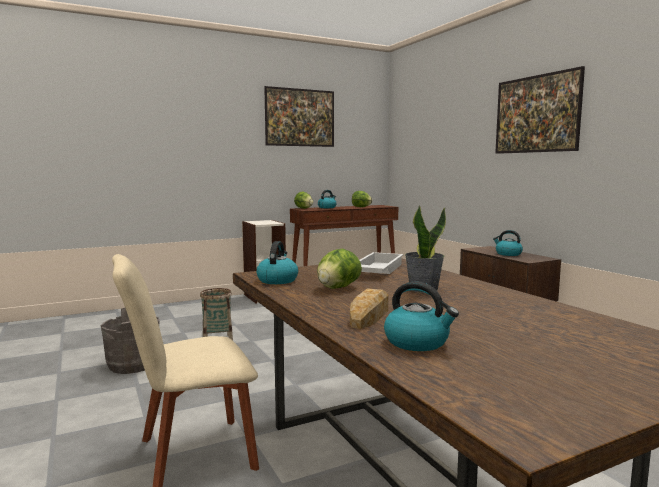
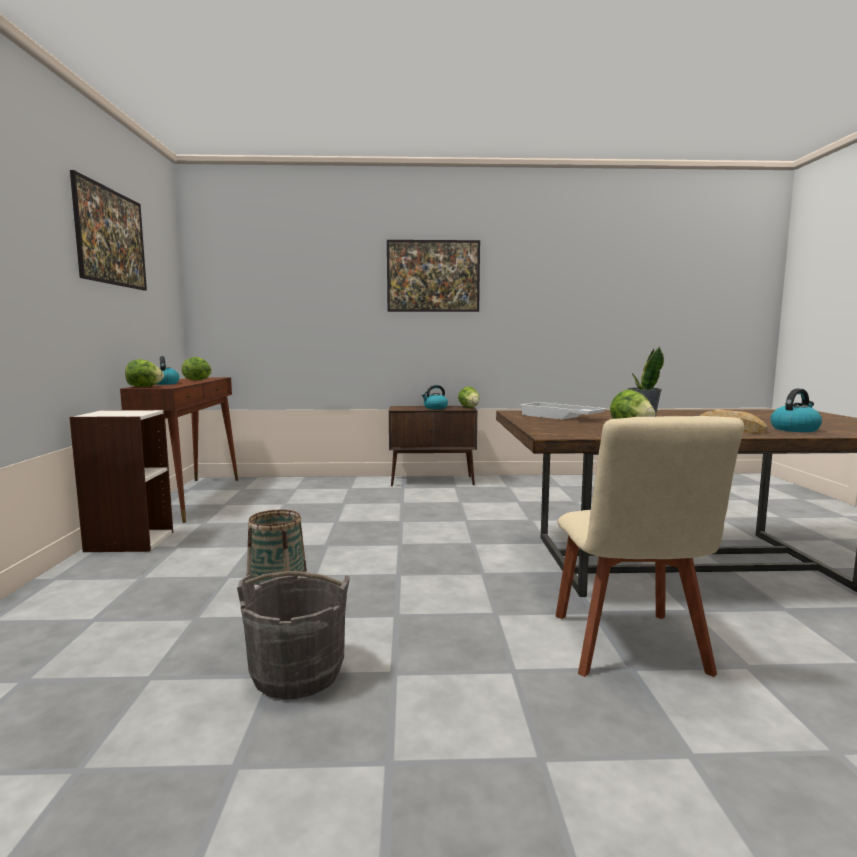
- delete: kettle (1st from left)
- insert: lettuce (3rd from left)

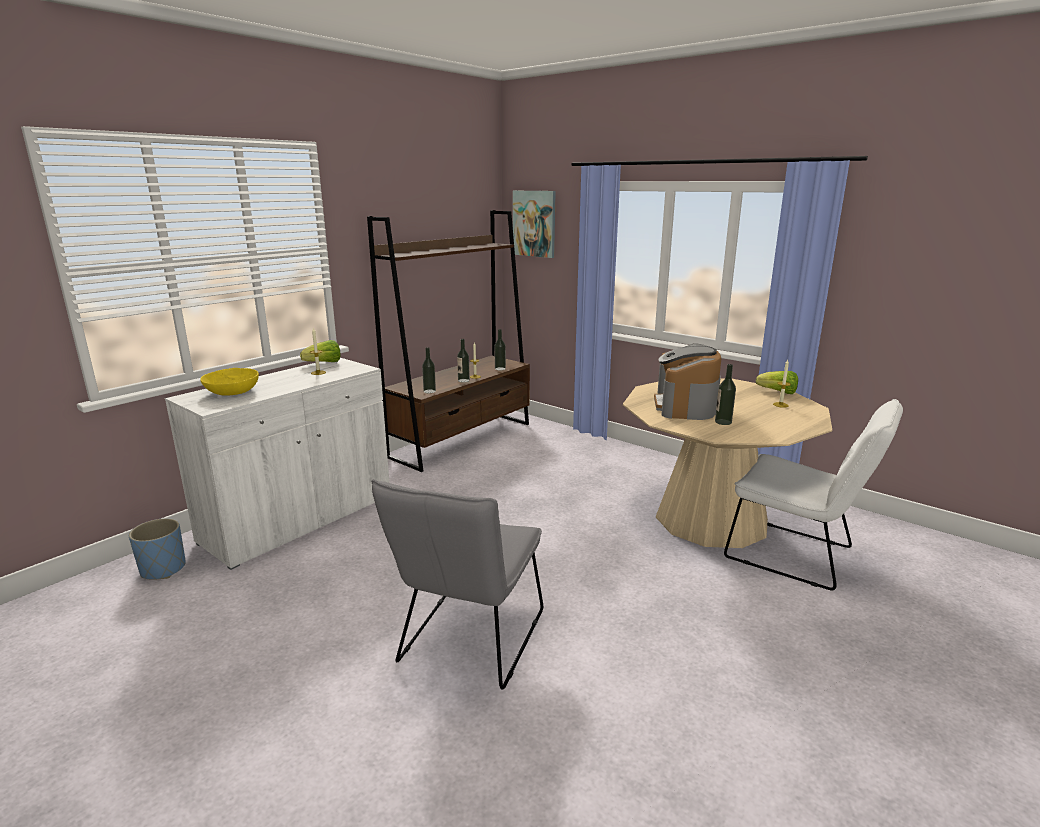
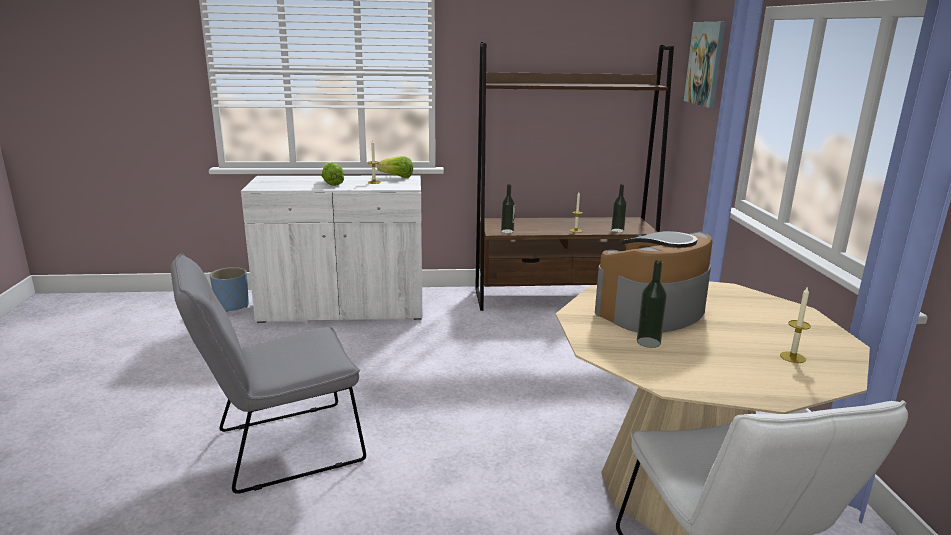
- delete: bowl (yellow)
- delete: bottle (2nd from left)
- move: lettuce (2nd from left in the first image) to lettuce (1st from left)

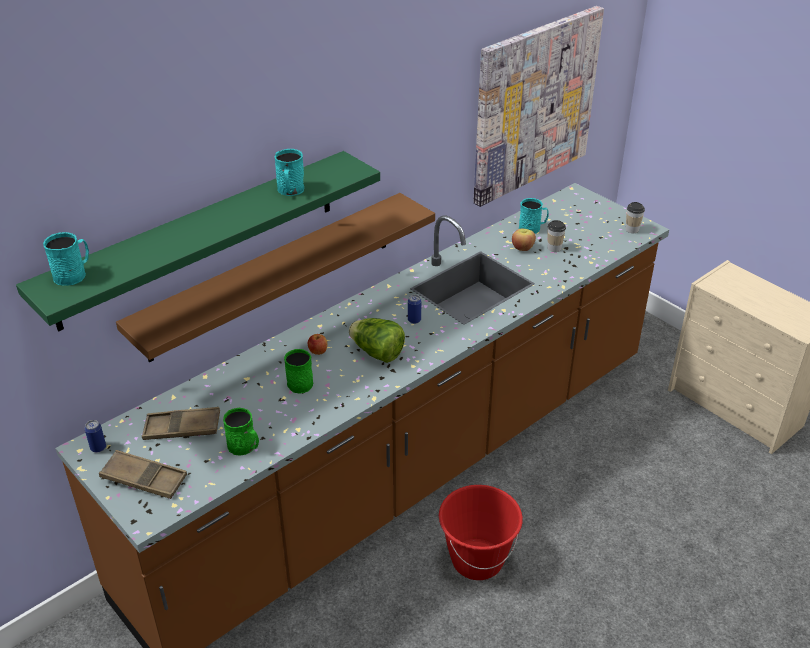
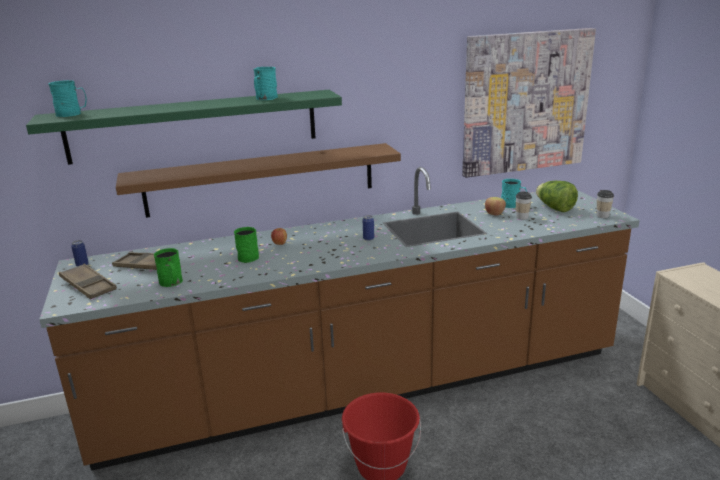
- move: lettuce

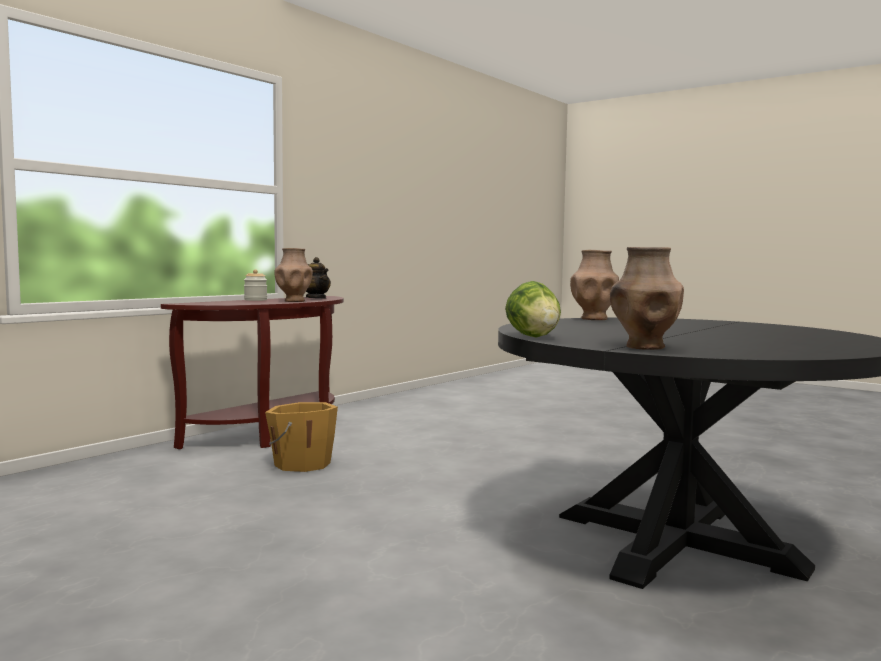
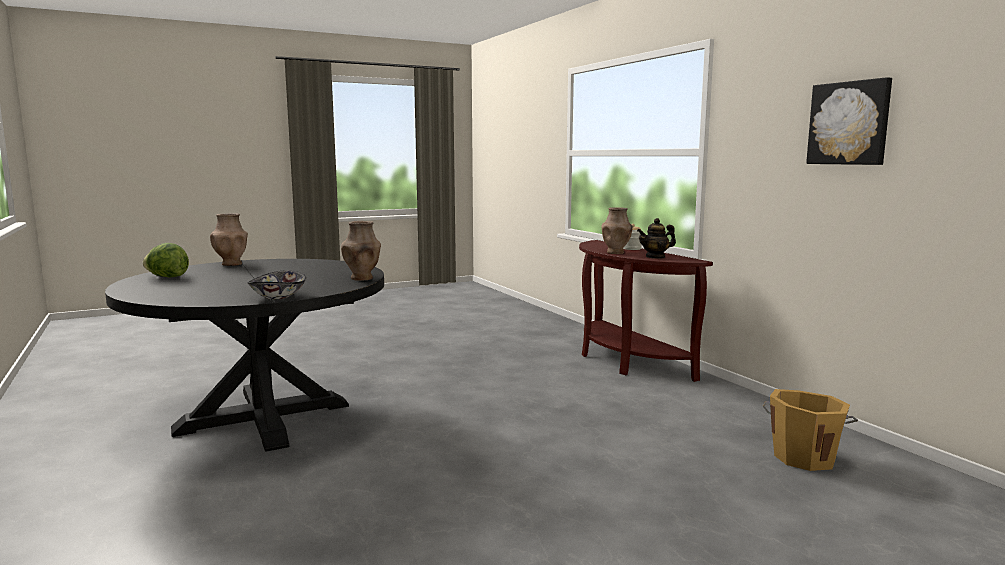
- insert: bowl
- insert: picture
- move: bucket (orange)
- move: lettuce

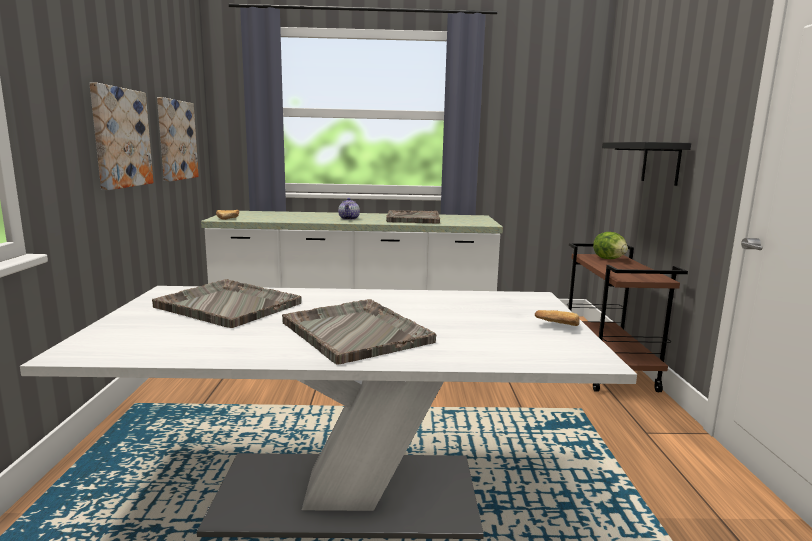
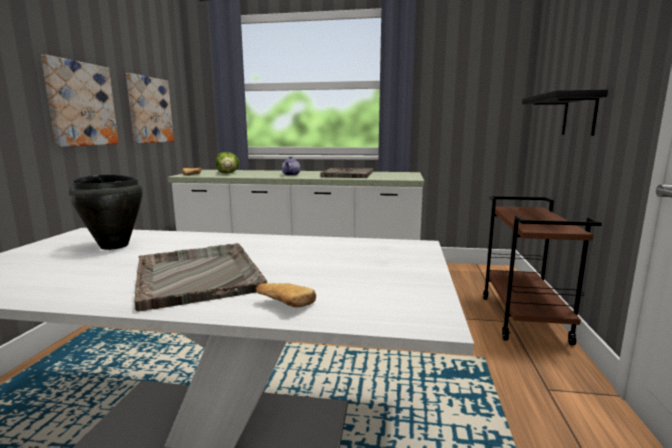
- move: bread (2nd from left)
- move: lettuce
- replace: tray (grey) (1st from left) to cooking pot (black)

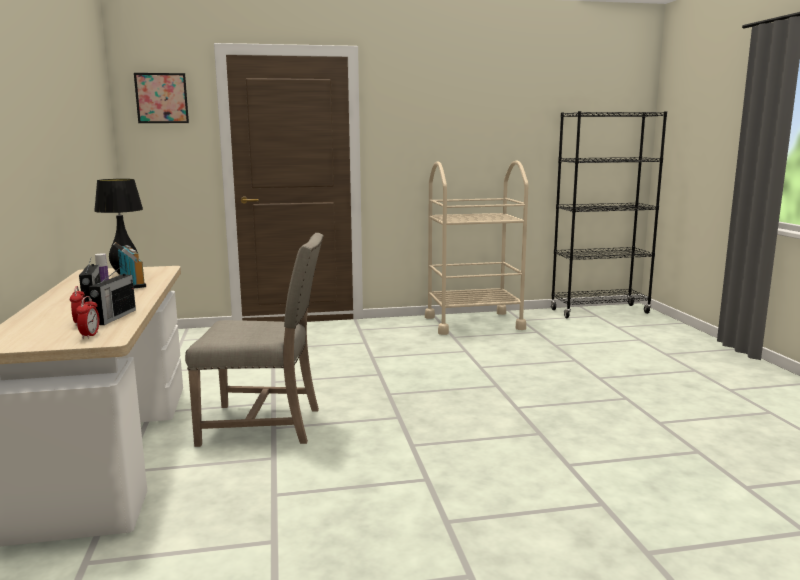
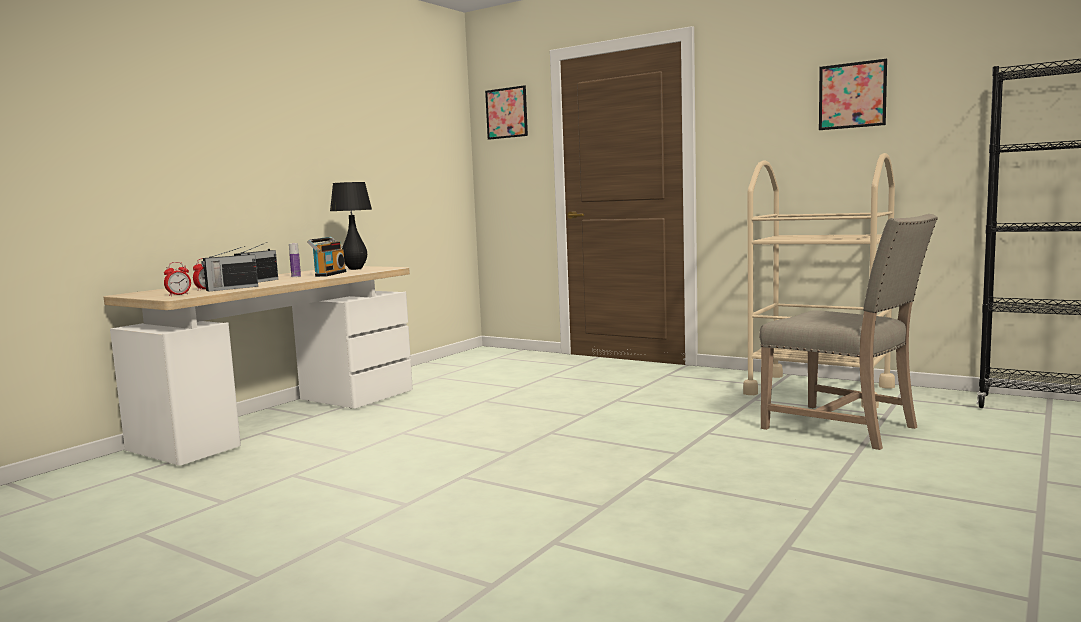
- insert: picture (2nd from left)
- move: chair (beige)

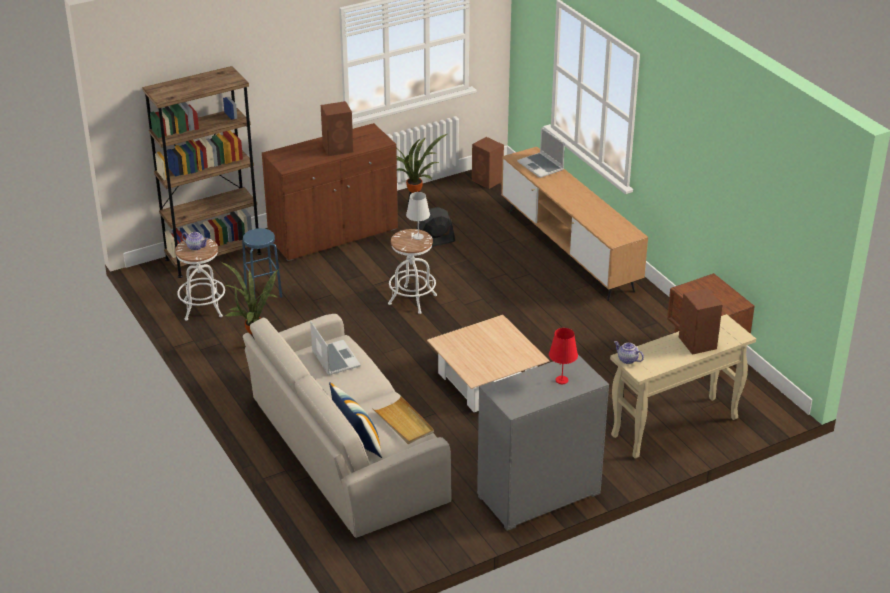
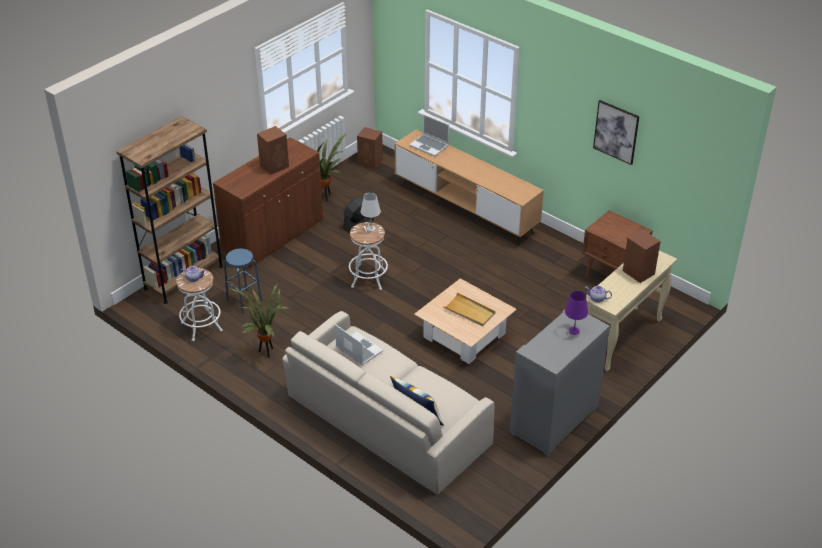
- insert: picture
- move: tray (beige)
- recolor: table lamp (red) to table lamp (purple)

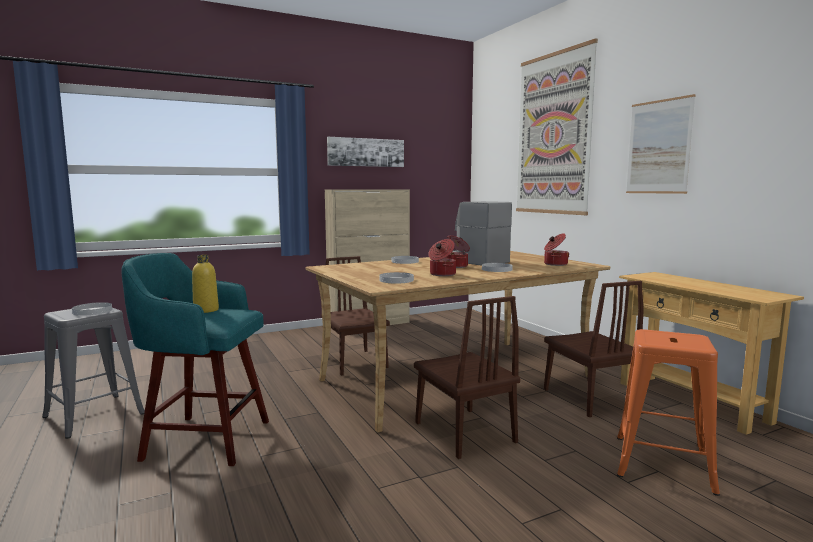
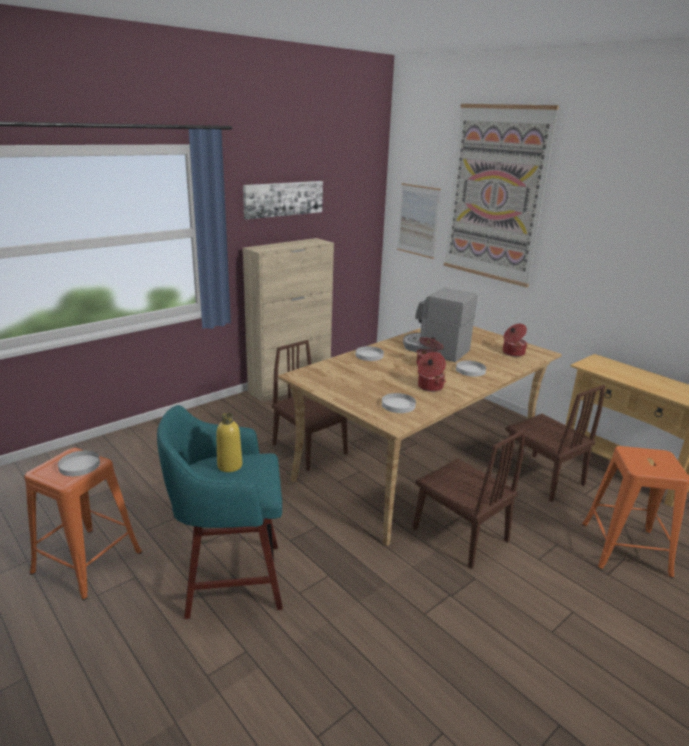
- move: picture (3rd from left in the first image) to picture (2nd from left)
- recolor: stool (grey) to stool (orange) (1st from left)

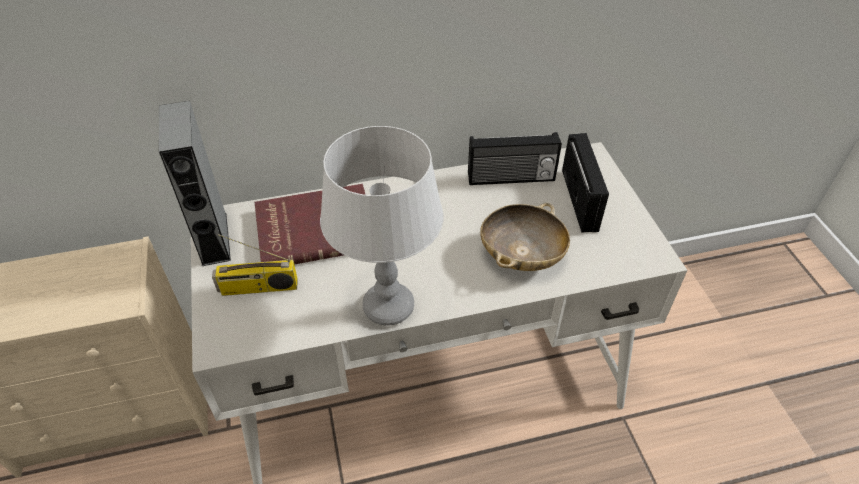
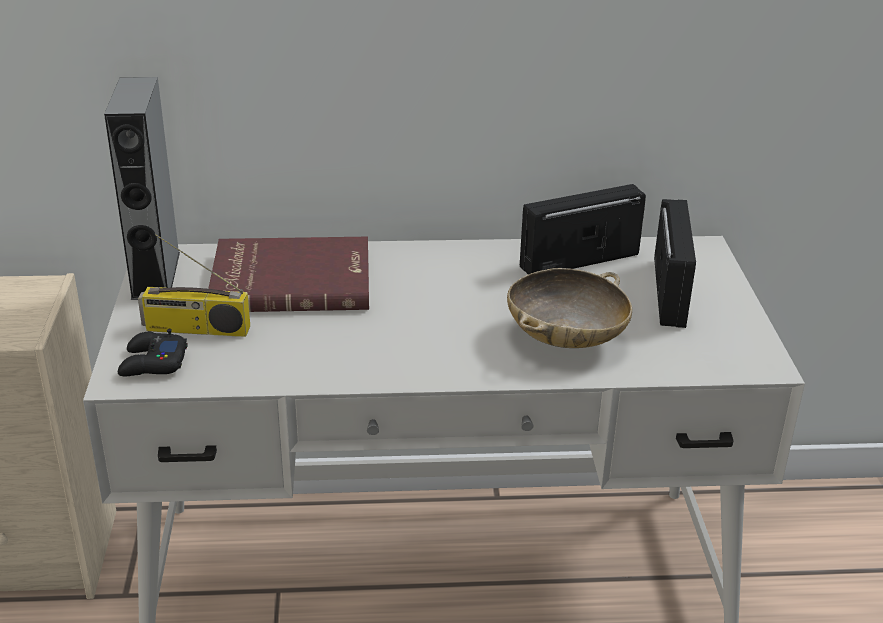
- delete: table lamp (grey)
- insert: game controller (black)
- rotate: radio (2nd from left) 150 degrees clockwise

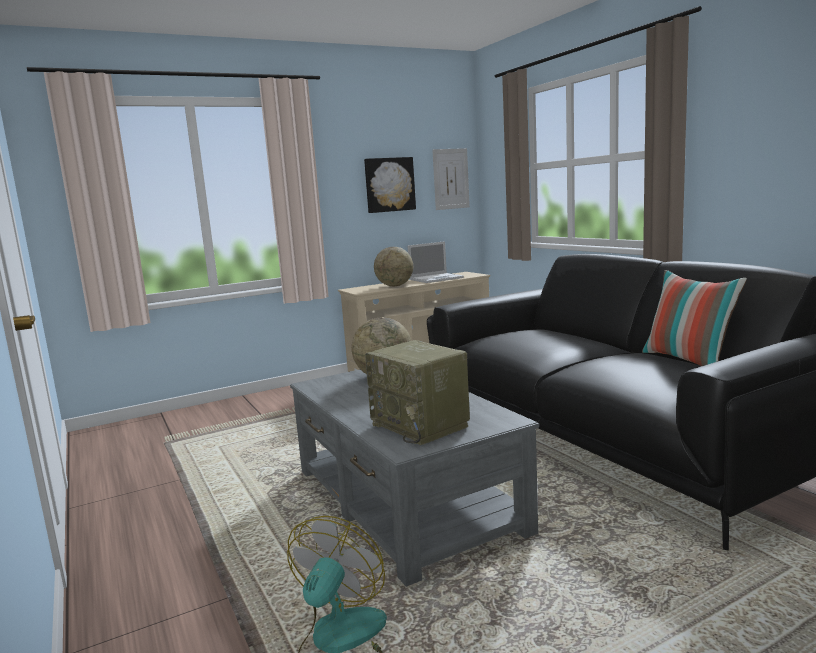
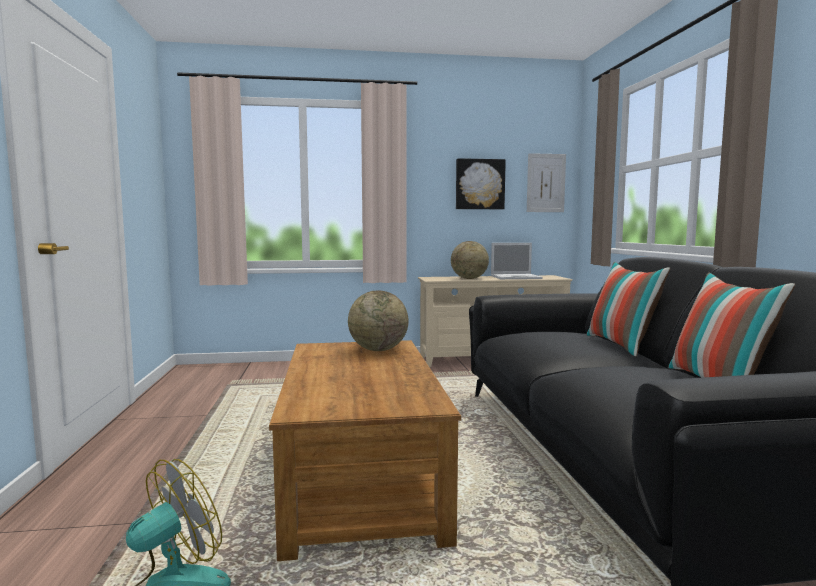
- delete: radio
- insert: pillow (1st from left)
- recolor: coffee table (grey) to coffee table (brown)

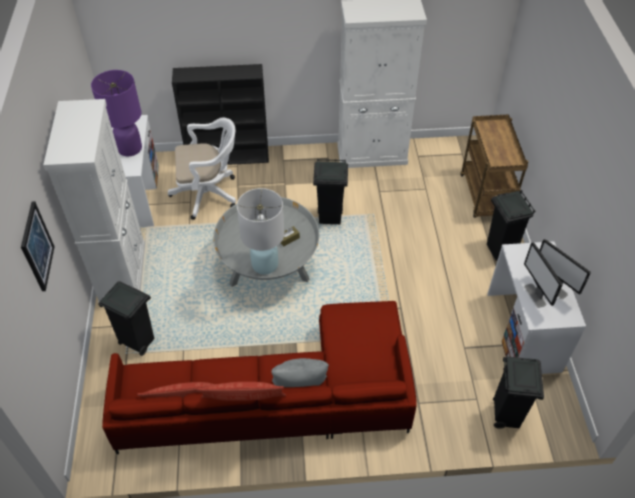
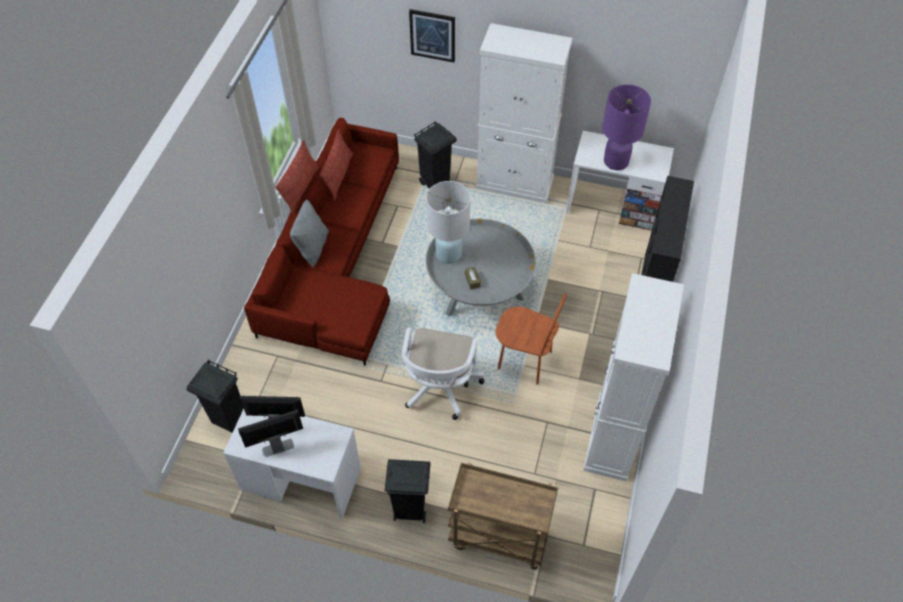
- move: office chair (white)
- replace: trash can (black) (2nd from left) to chair (brown)

